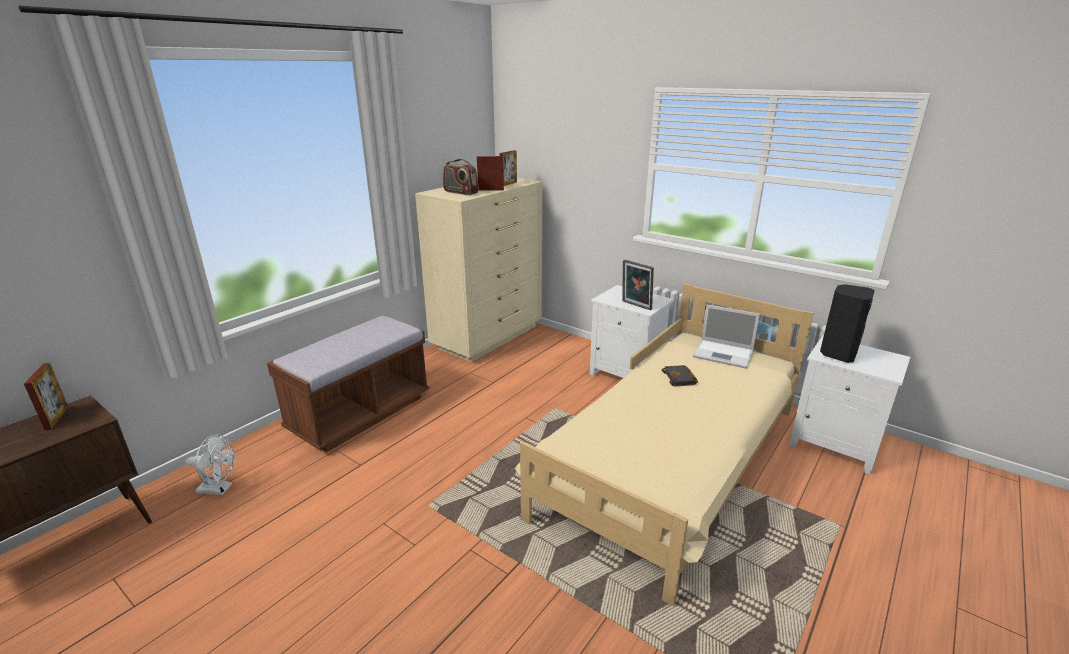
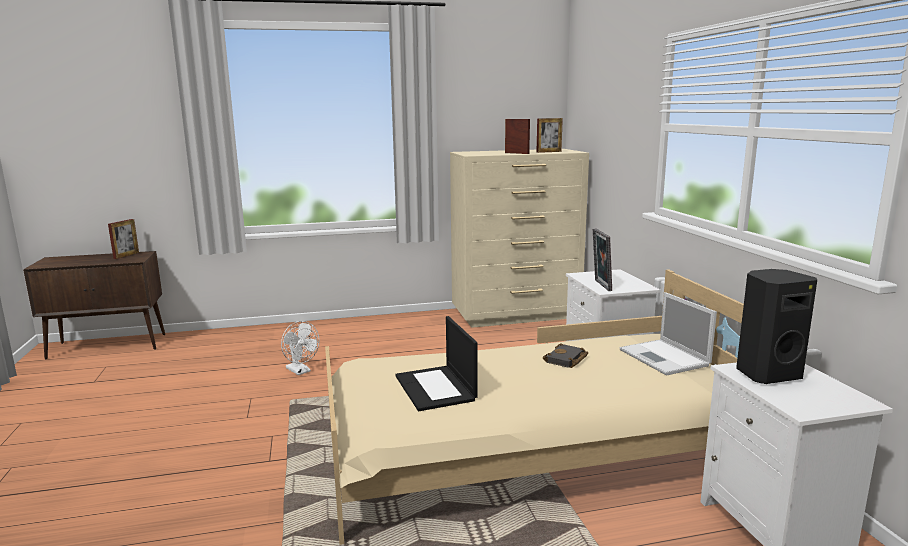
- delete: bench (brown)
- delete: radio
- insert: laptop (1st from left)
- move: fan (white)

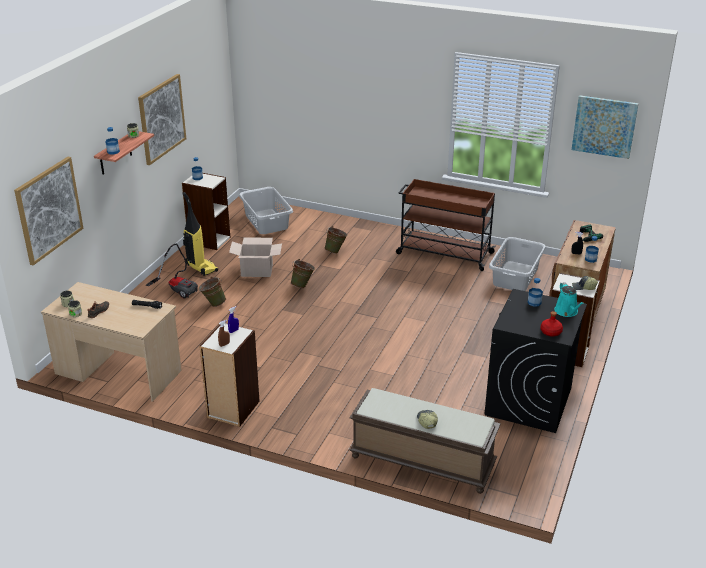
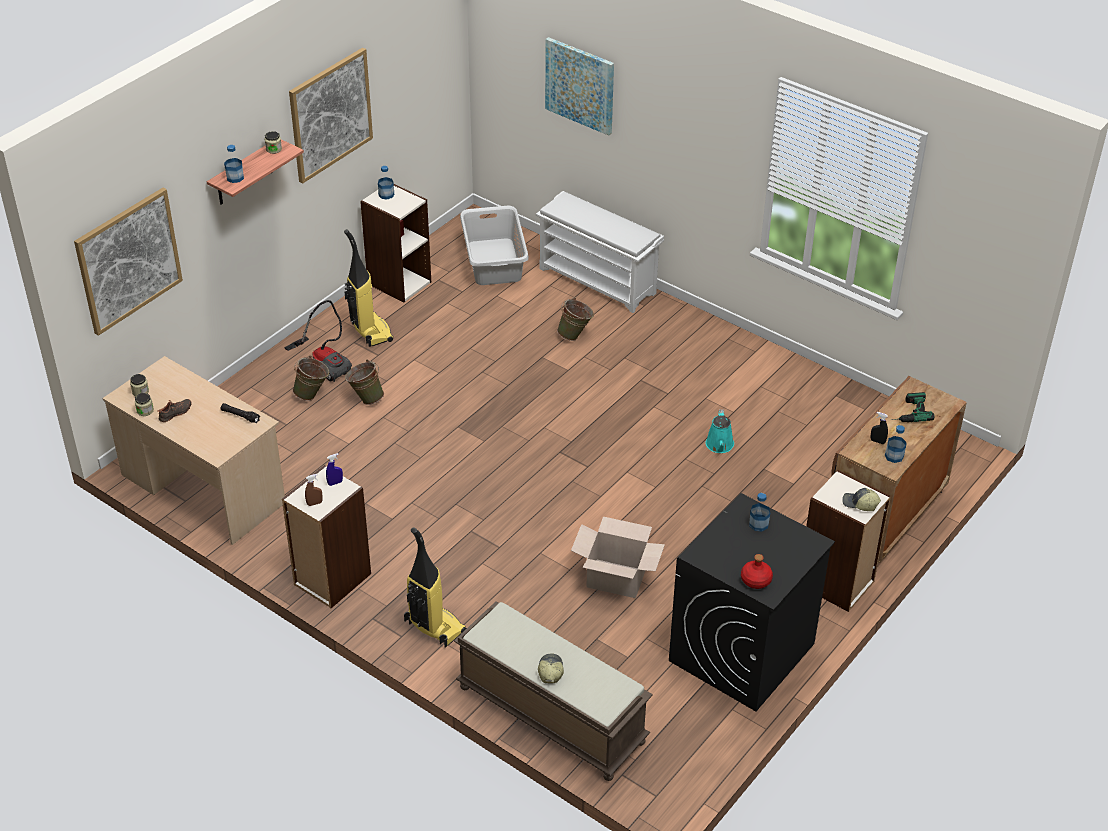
- delete: cart (brown)
- delete: laundry basket (grey) (2nd from left)
- insert: vacuum cleaner (3rd from left)
- insert: shoe rack (white)
- move: cardboard box
- move: bucket (green) (2nd from left in the first image) to bucket (green) (1st from left)
- move: watering can (turquoise)
- move: picture (3rd from left)

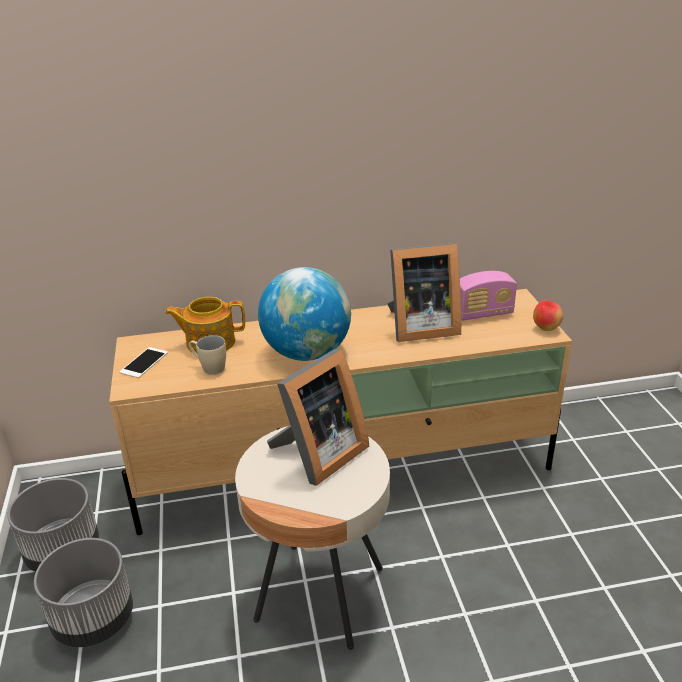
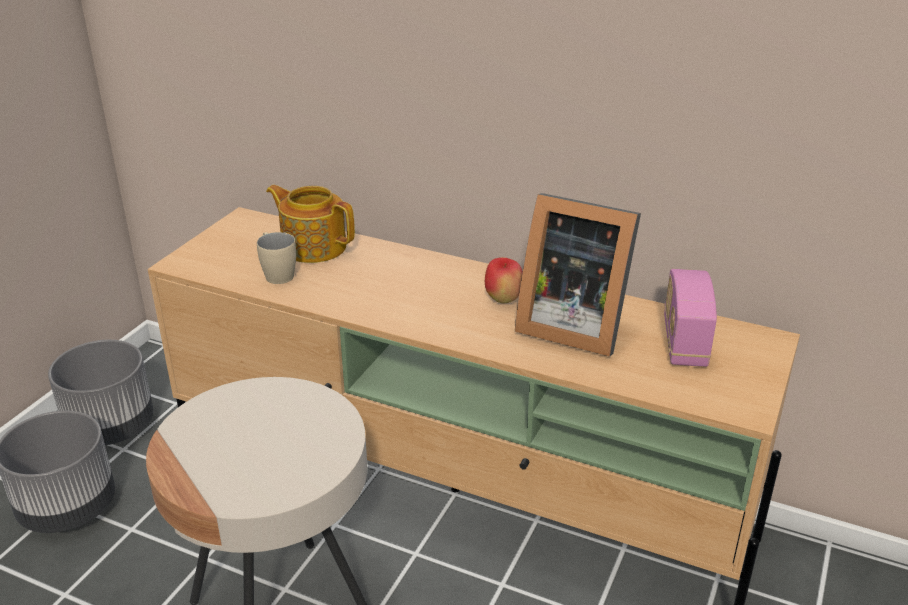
- delete: phone
- delete: globe
- delete: picture frame (1st from left)
- move: apple
- rotate: radio 75 degrees clockwise

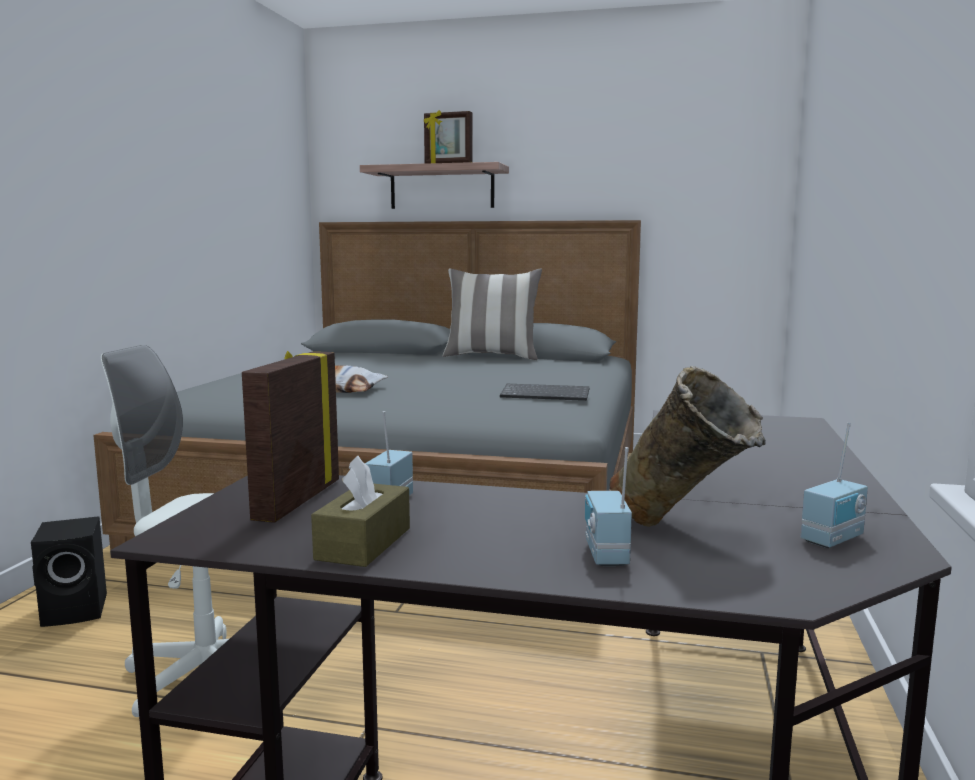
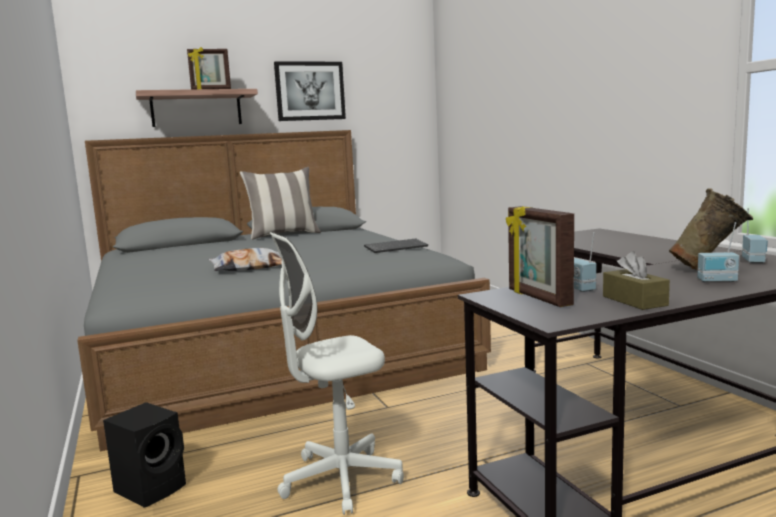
- insert: picture
- rotate: radio (2nd from left) 45 degrees counterclockwise

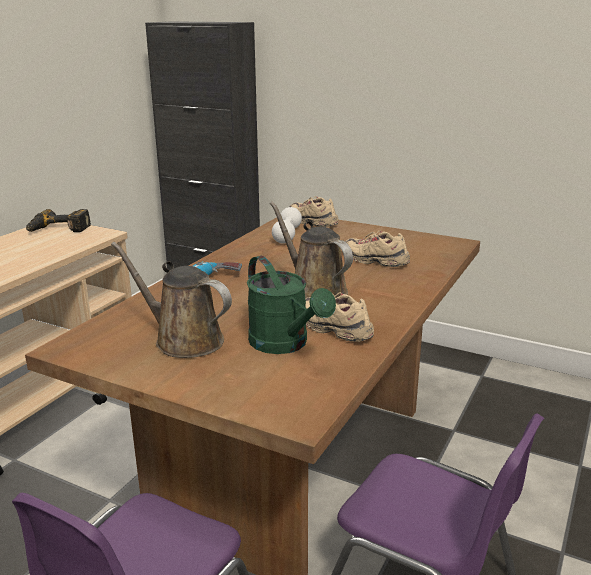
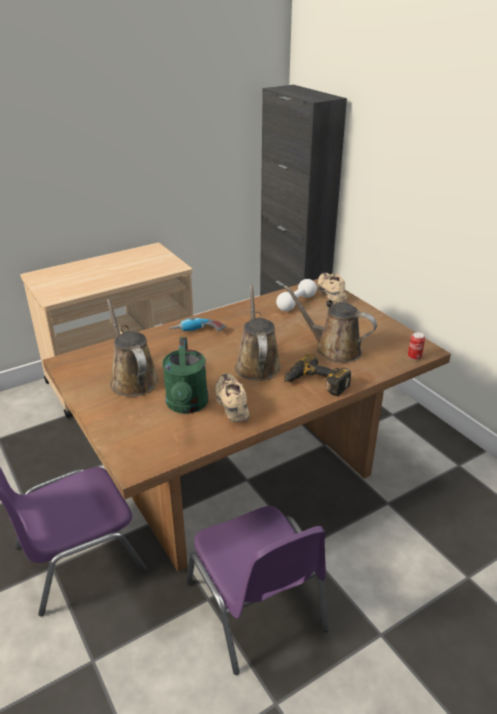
- insert: can
- move: power drill (1st from left in the first image) to power drill (2nd from left)
- replace: shoe (beige) (3rd from left) to watering can (brown) (3rd from left)

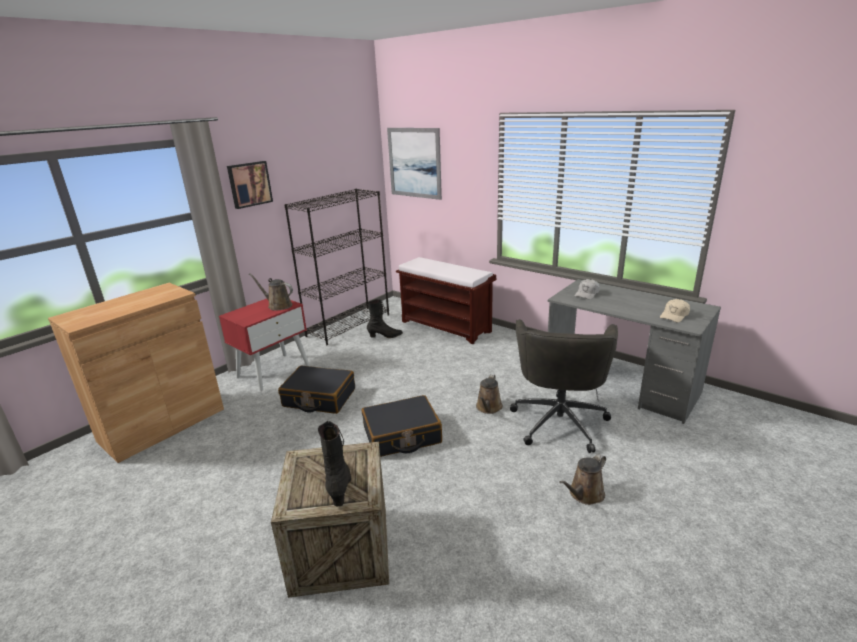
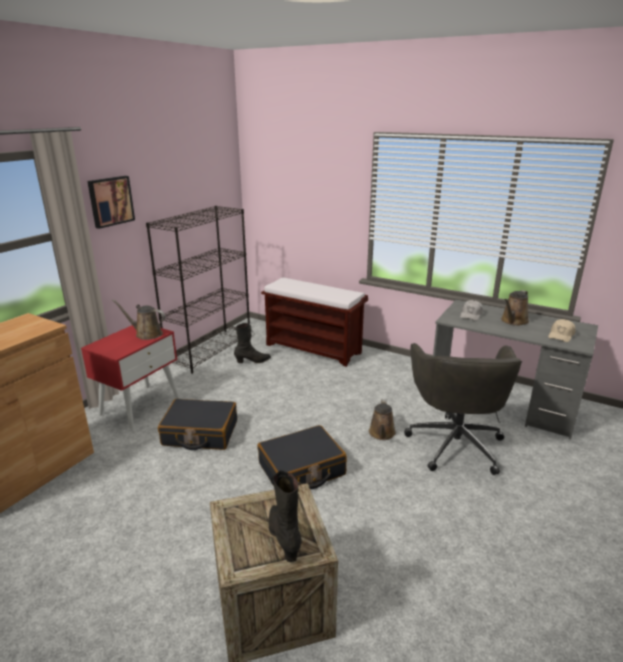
- delete: picture (2nd from left)
- move: watering can (brown) (3rd from left)

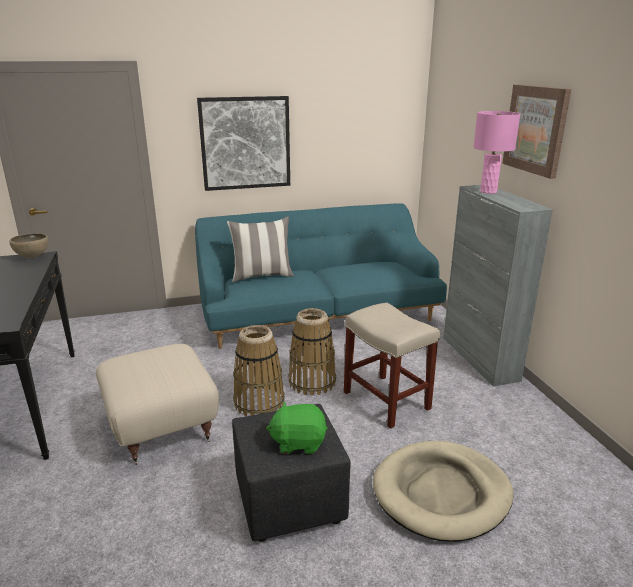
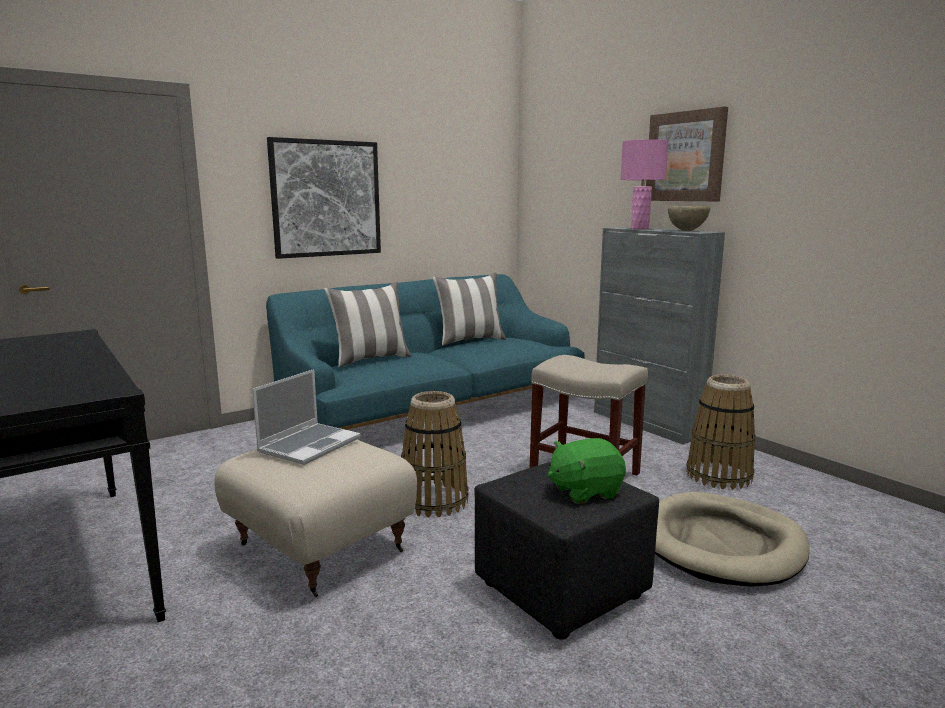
- insert: laptop
- insert: pillow (2nd from left)
- move: bowl (brown)
- move: basket (2nd from left)

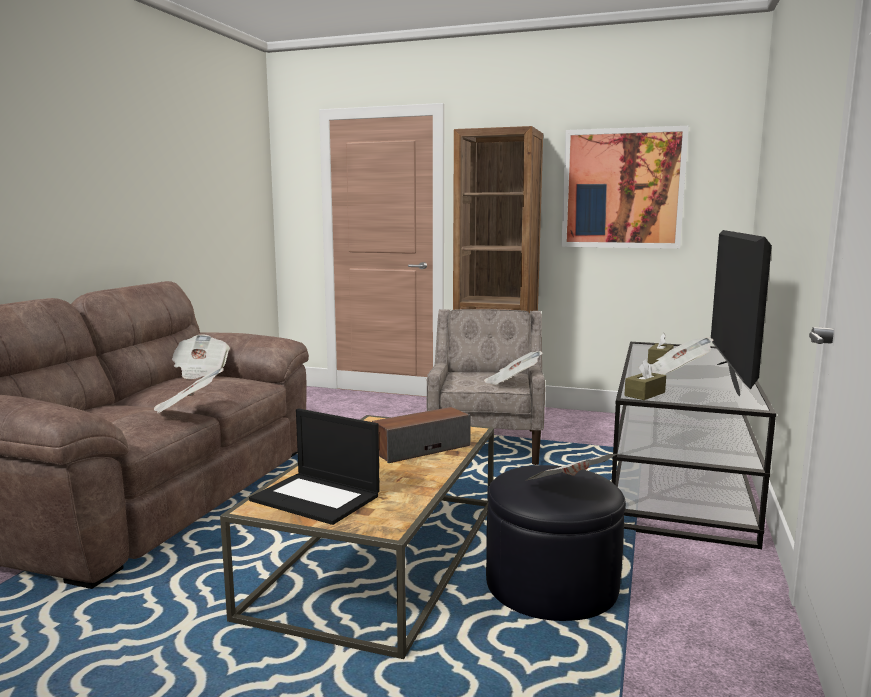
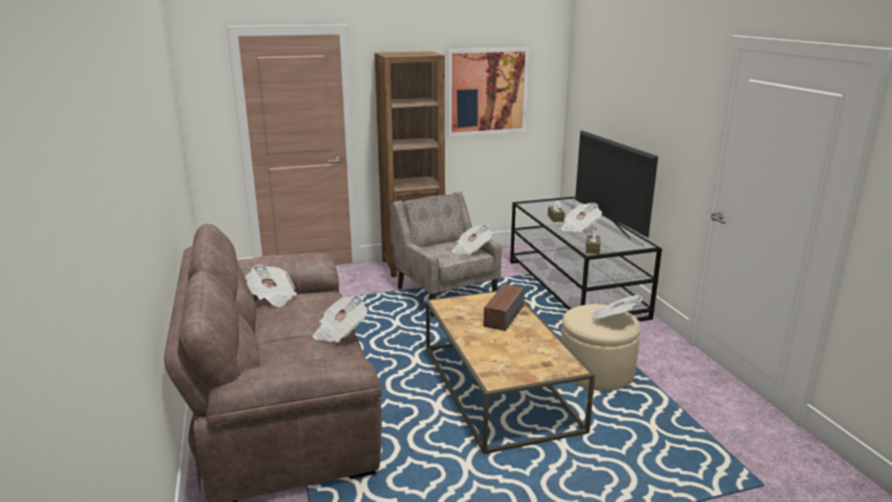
- delete: laptop
- recolor: ottoman (black) to ottoman (beige)

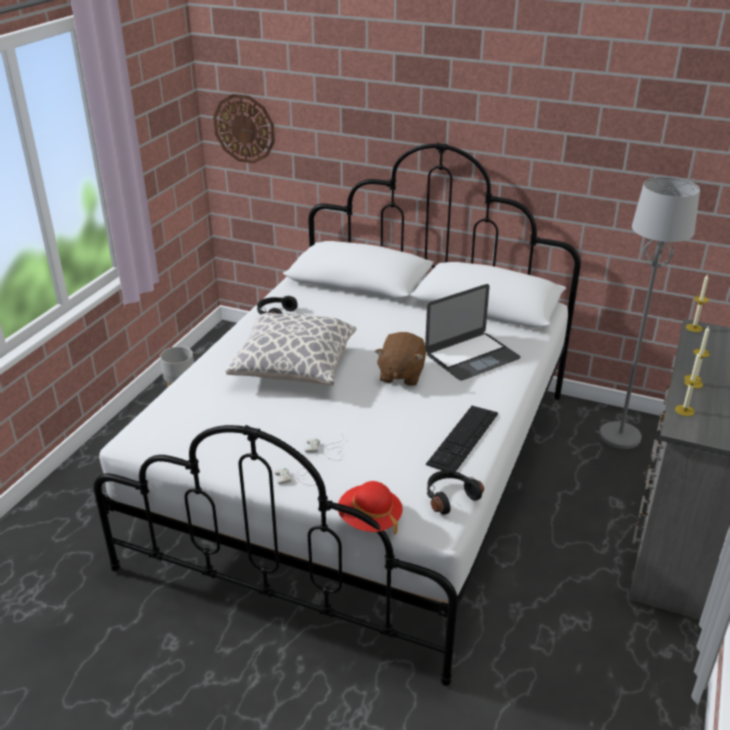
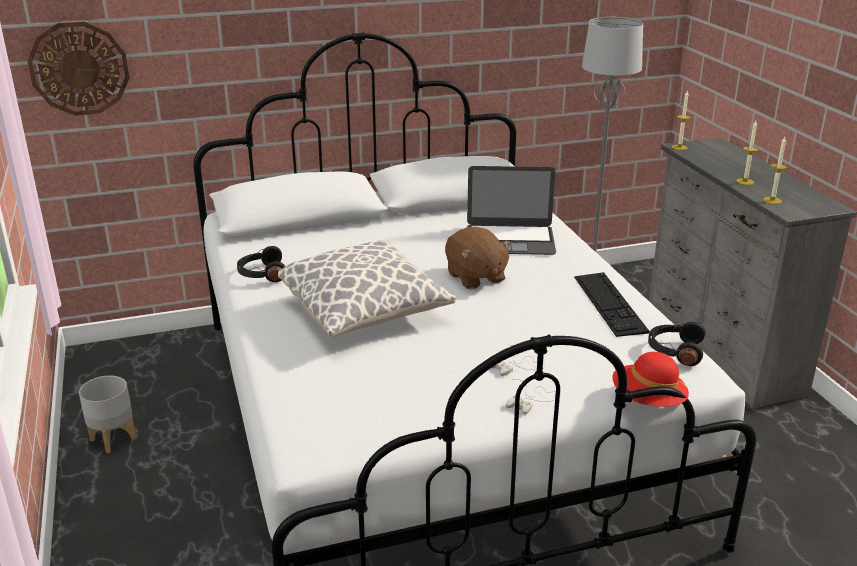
- rotate: laptop 75 degrees clockwise

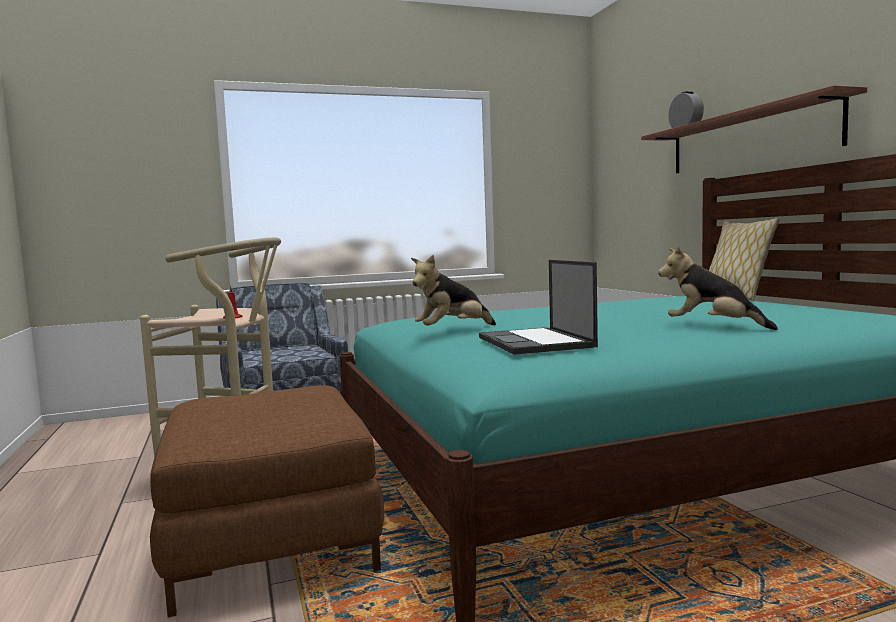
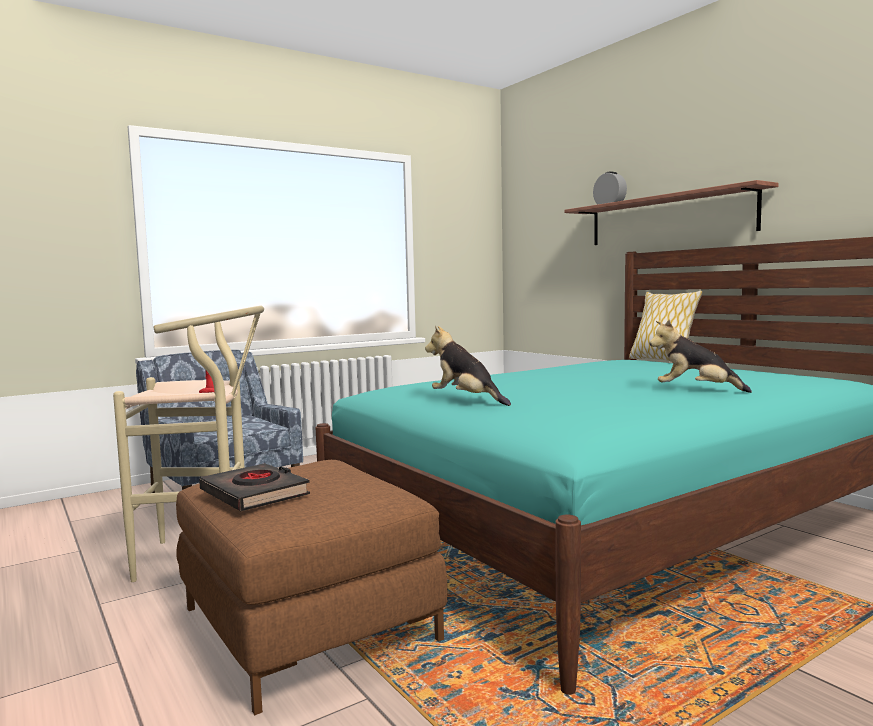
- delete: laptop
- insert: book (black)
- rotate: plush toy (1st from left) 90 degrees clockwise

